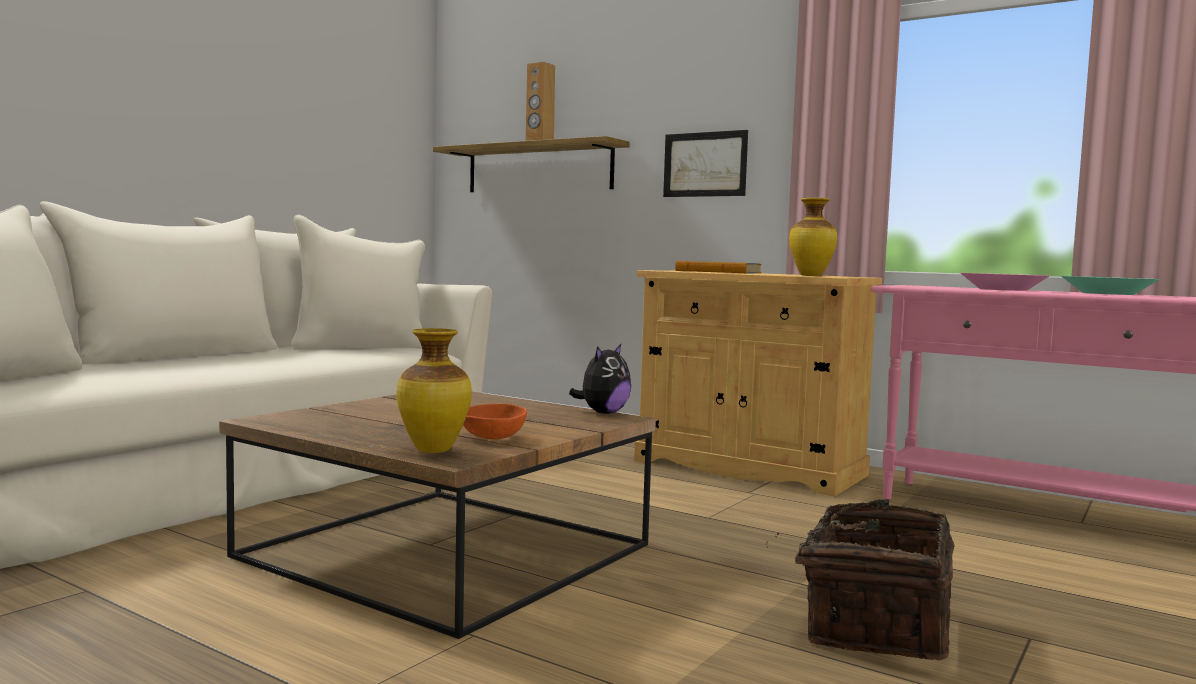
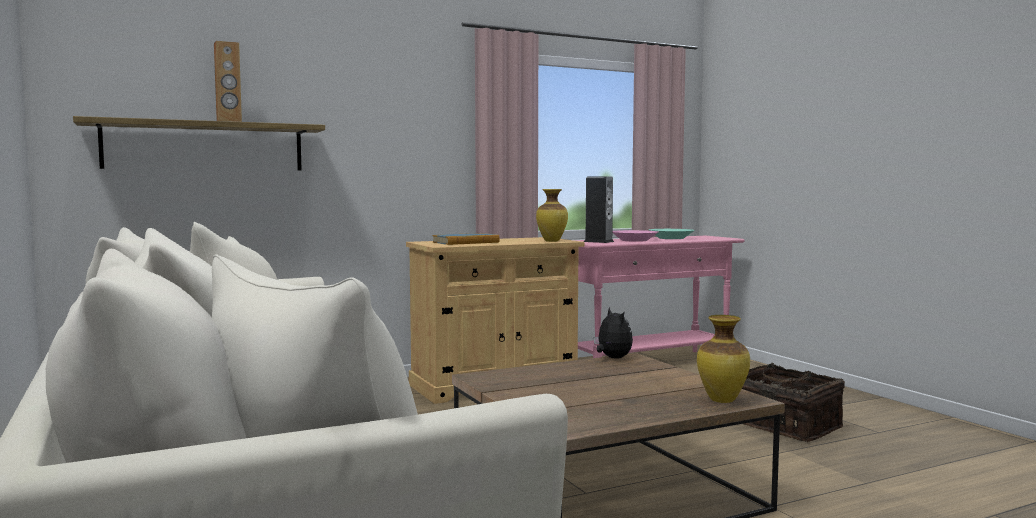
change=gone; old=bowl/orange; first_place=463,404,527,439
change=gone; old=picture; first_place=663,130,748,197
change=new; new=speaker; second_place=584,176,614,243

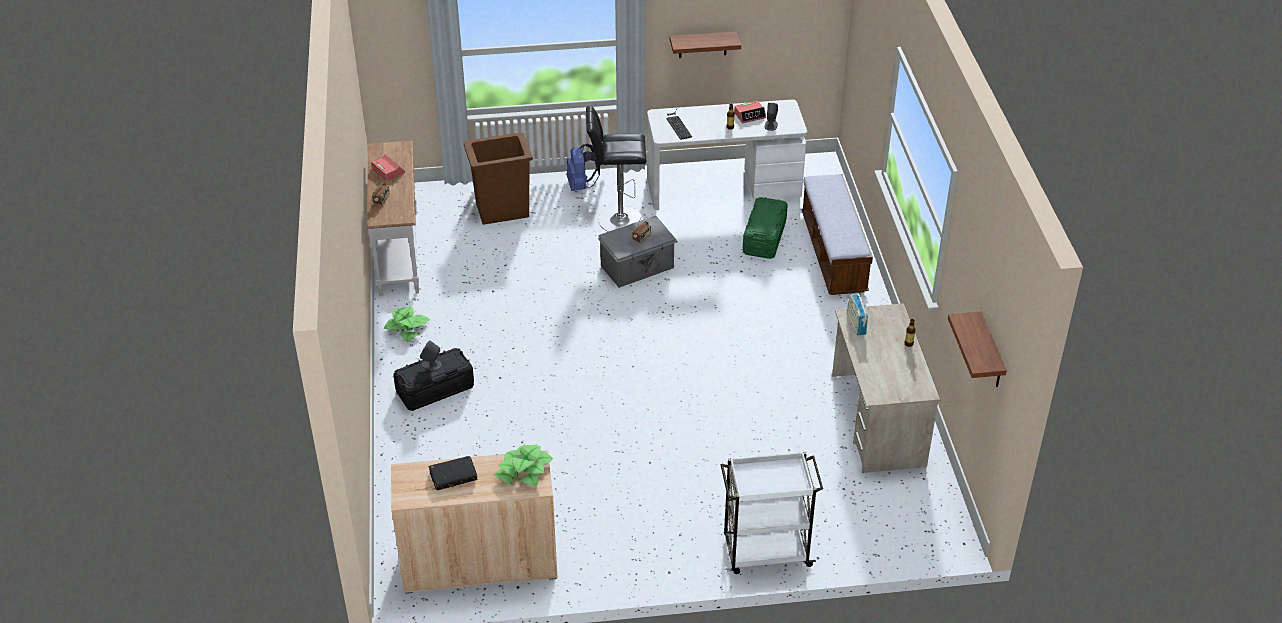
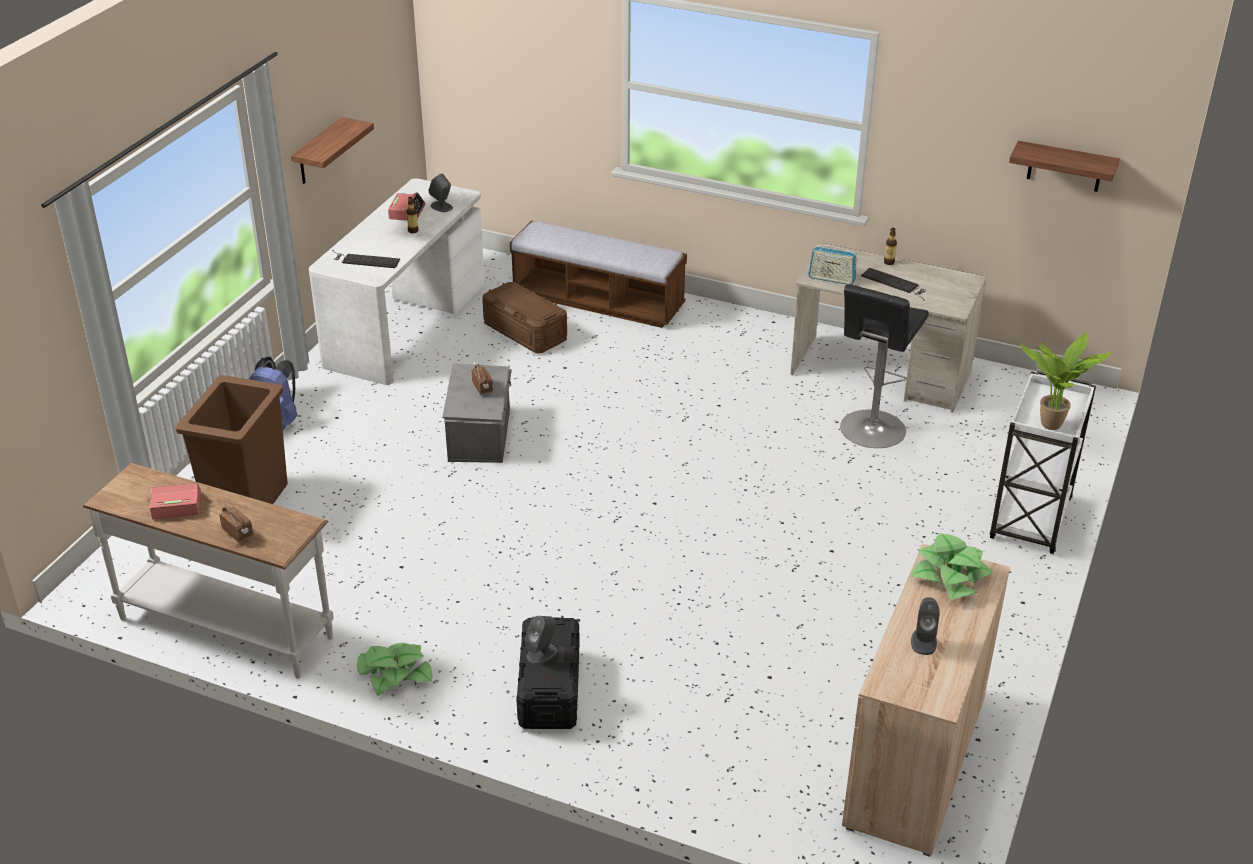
change=new; new=keyboard; second_place=861,268,926,301
change=new; new=potted plant; second_place=1020,332,1111,430
change=shifted; old=stool/black; first_place=586,105,646,232; second_place=840,284,929,448
change=swapped; old=book/black; new=speaker/grey; first_place=429,456,478,490; second_place=911,597,940,655
change=repainted; old=storage box/green; new=storage box/brown; first_place=743,197,788,259; second_place=482,282,567,354

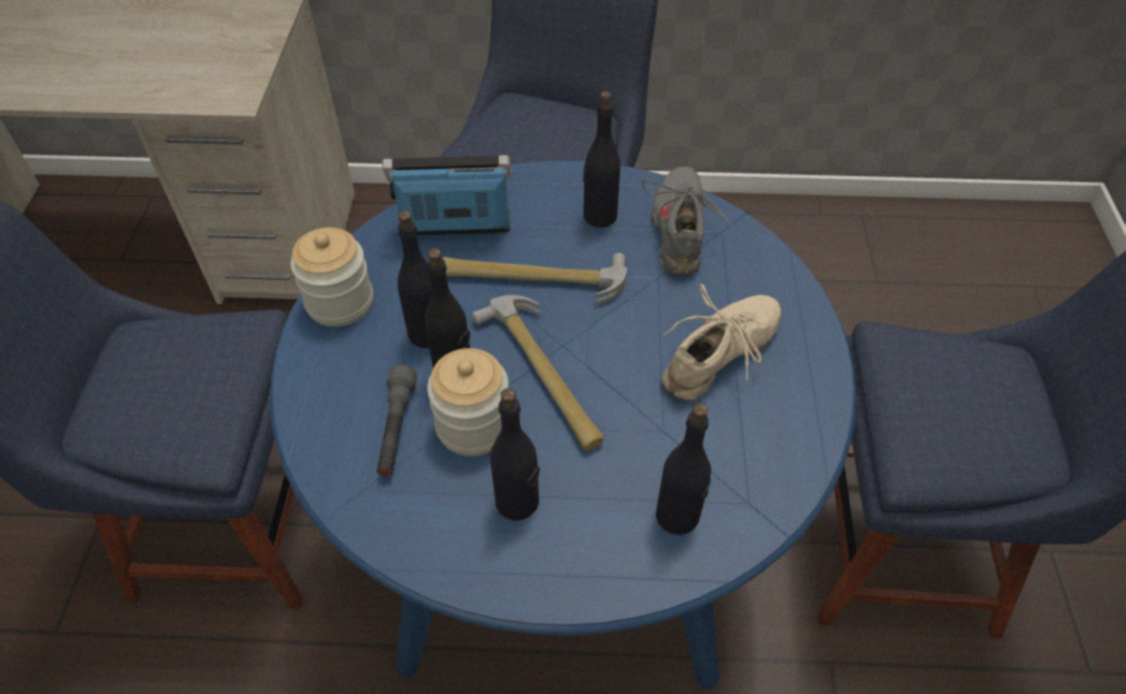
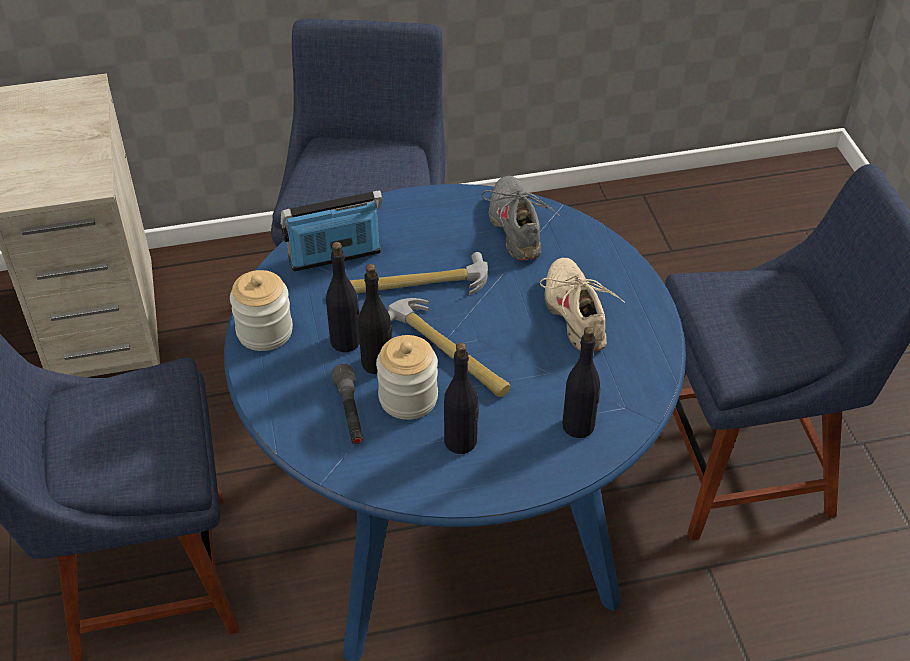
change=gone; old=bottle/black; first_place=583,91,621,228
change=rotated; old=shoe/beige; first_place=662,284,782,401; second_place=539,257,625,351; degrees=-45

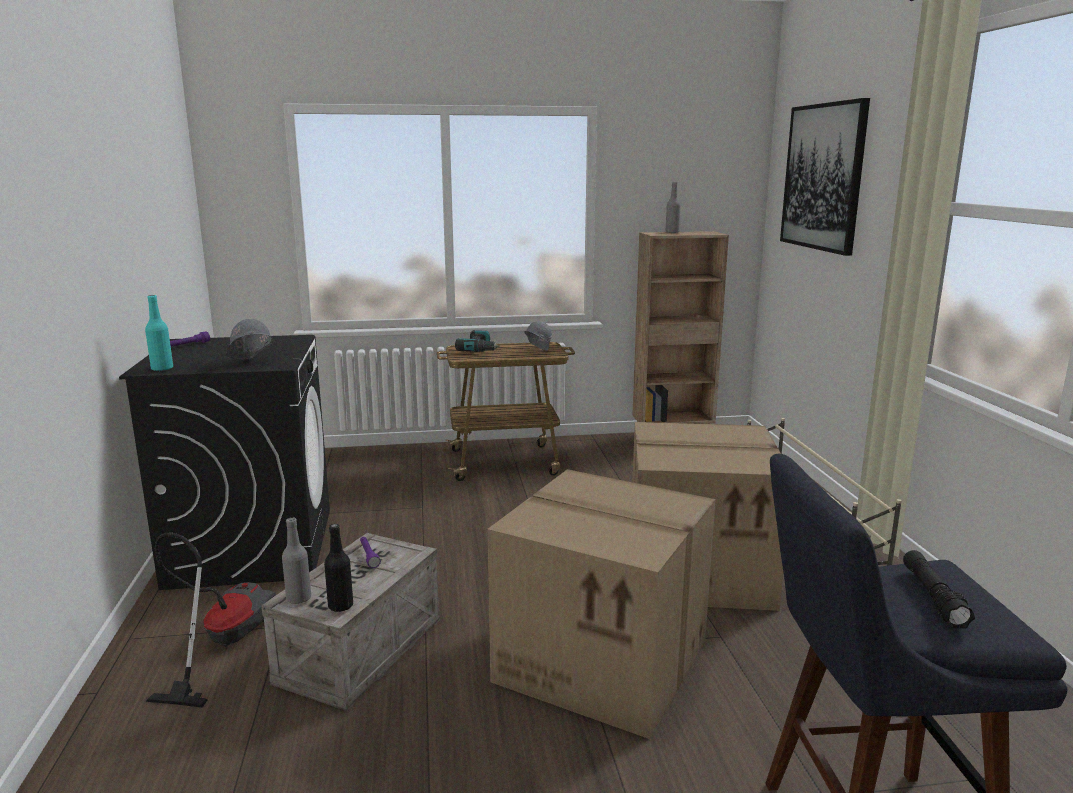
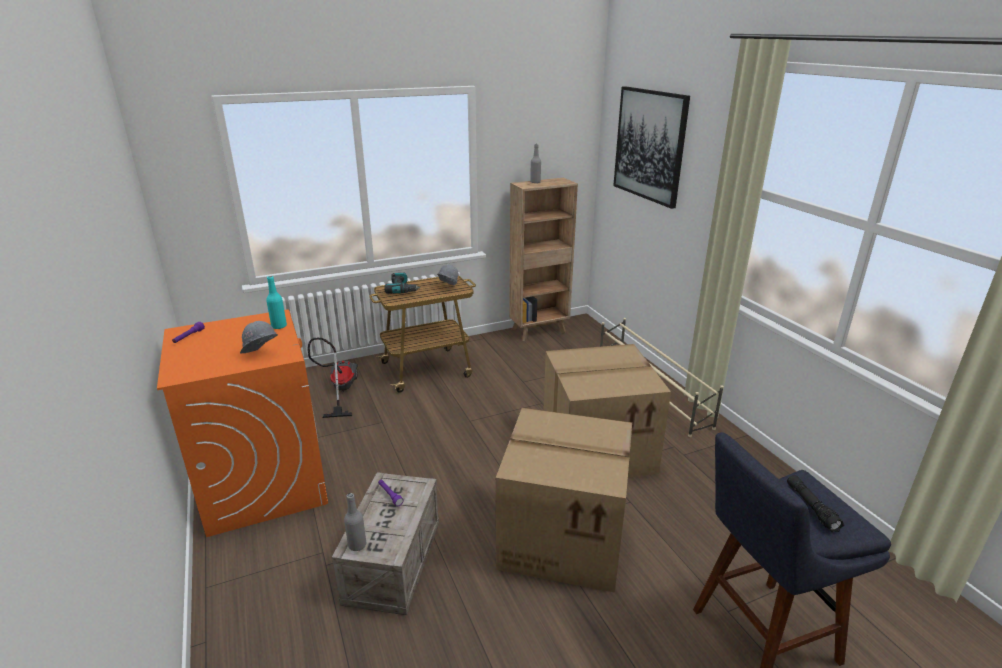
change=gone; old=bottle/black; first_place=324,524,353,612
change=shifted; old=bottle/turquoise; first_place=145,295,173,371; second_place=266,276,287,329
change=shifted; old=vacuum cleaner; first_place=146,533,277,708; second_place=308,338,358,418
change=repainted; old=washing machine/black; new=washing machine/orange; first_place=119,335,330,590; second_place=157,310,328,537

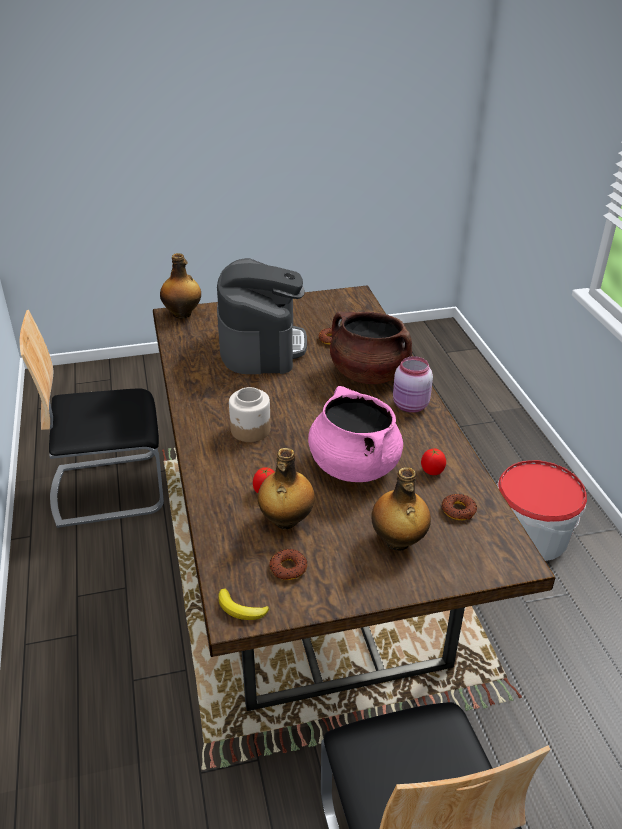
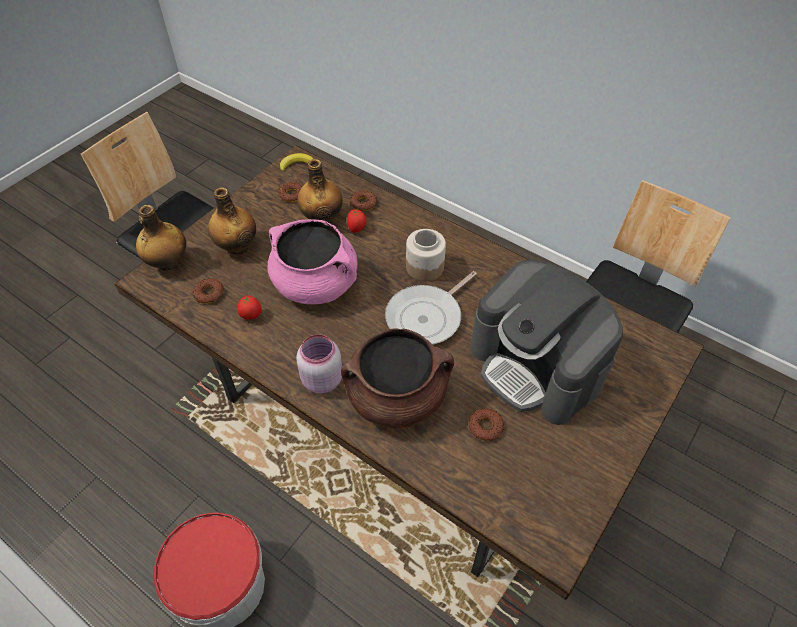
change=new; new=donut; second_place=350,190,377,211
change=new; new=frying pan; second_place=385,271,477,345
change=shifted; old=bottle; first_place=160,253,201,319; second_place=136,205,186,270

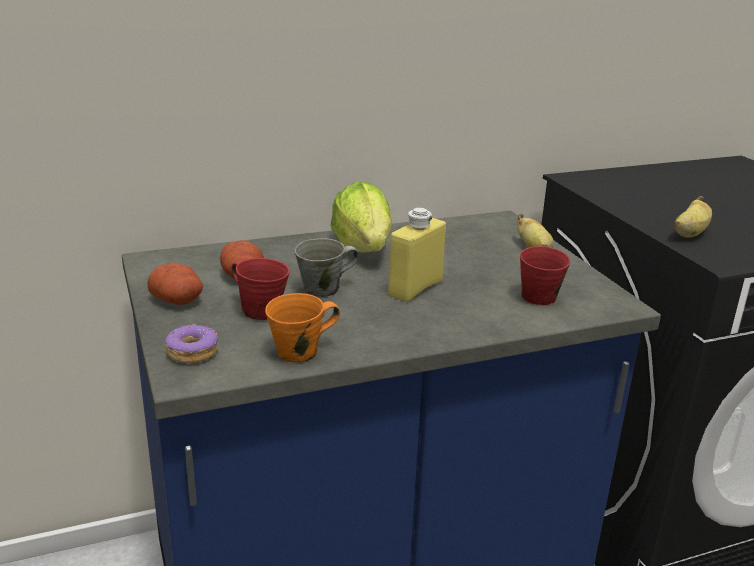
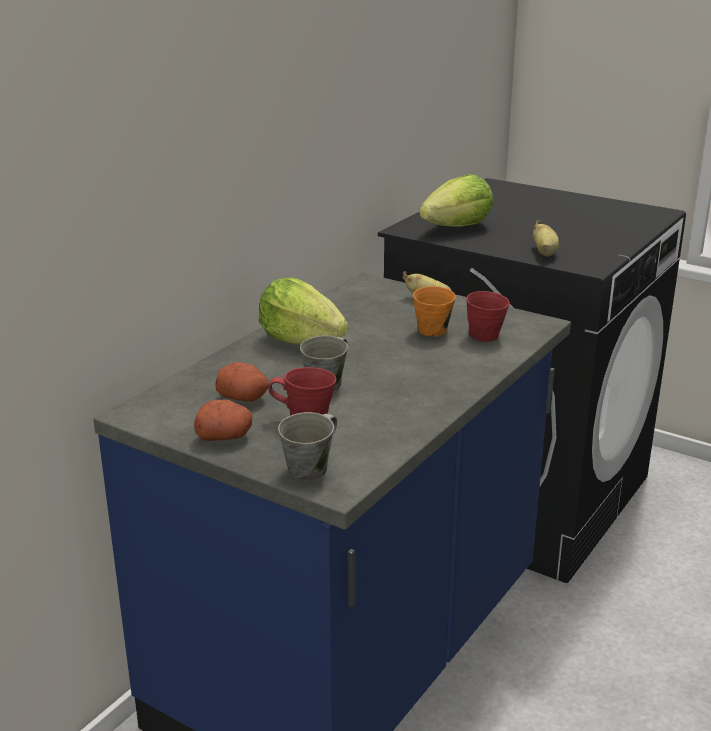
change=gone; old=bottle/yellow; first_place=388,208,446,302
change=new; new=lettuce; second_place=419,174,493,227
change=shifted; old=mug/orange; first_place=265,293,340,362; second_place=413,286,456,337
change=swapped; old=donut; new=mug/grey; first_place=165,324,218,364; second_place=278,412,337,480

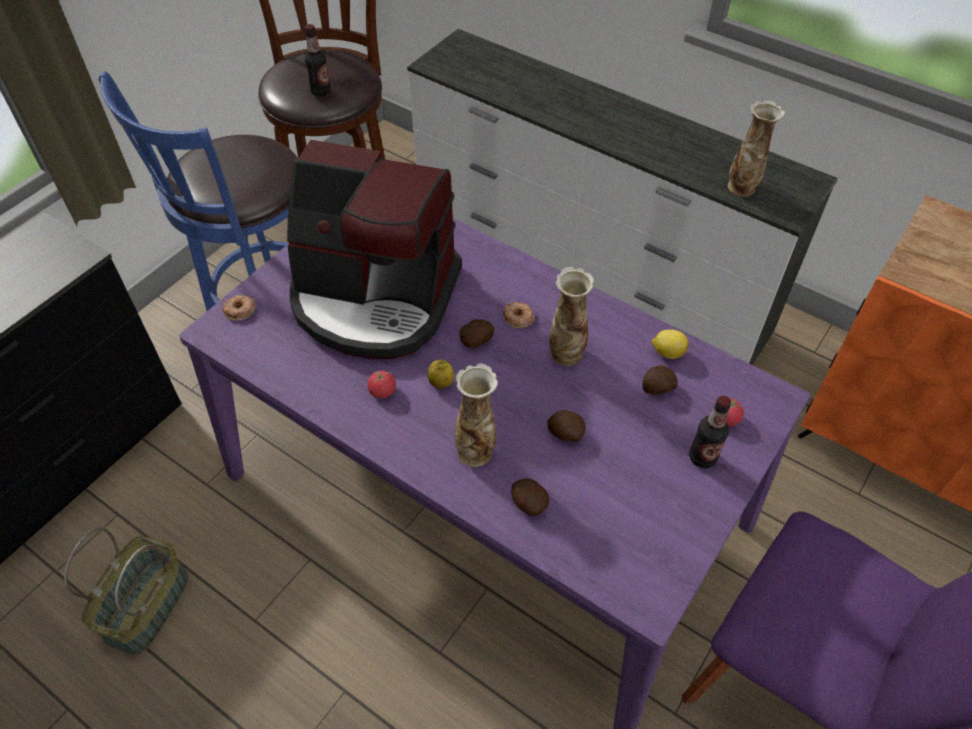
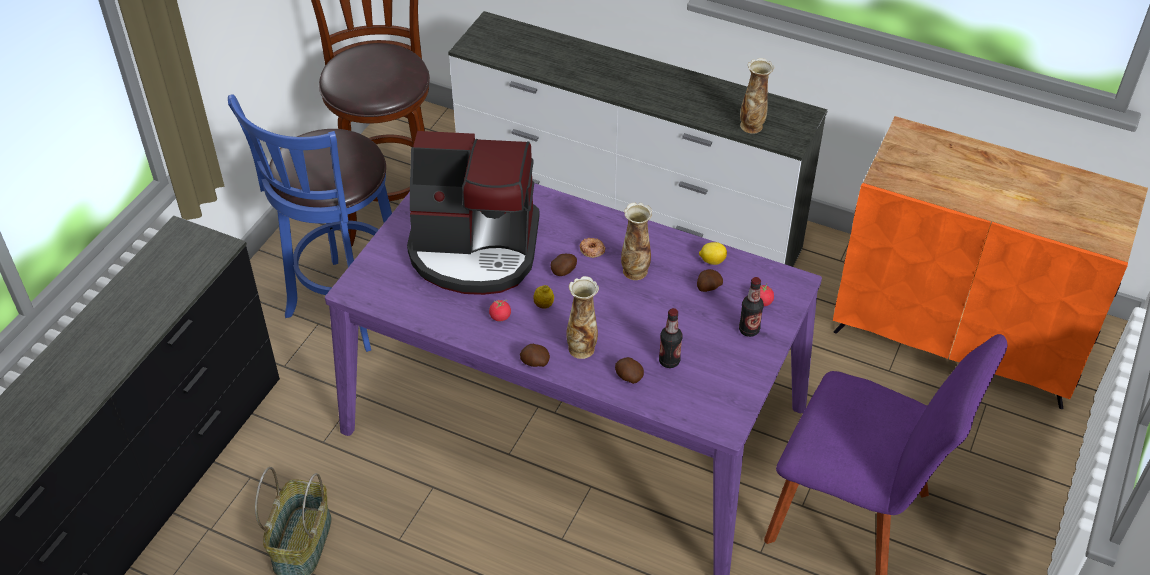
change=gone; old=donut; first_place=223,295,256,320
change=shifted; old=bottle; first_place=305,24,331,96; second_place=659,308,682,368
change=shifted; old=potato; first_place=547,410,586,442; second_place=520,344,550,367

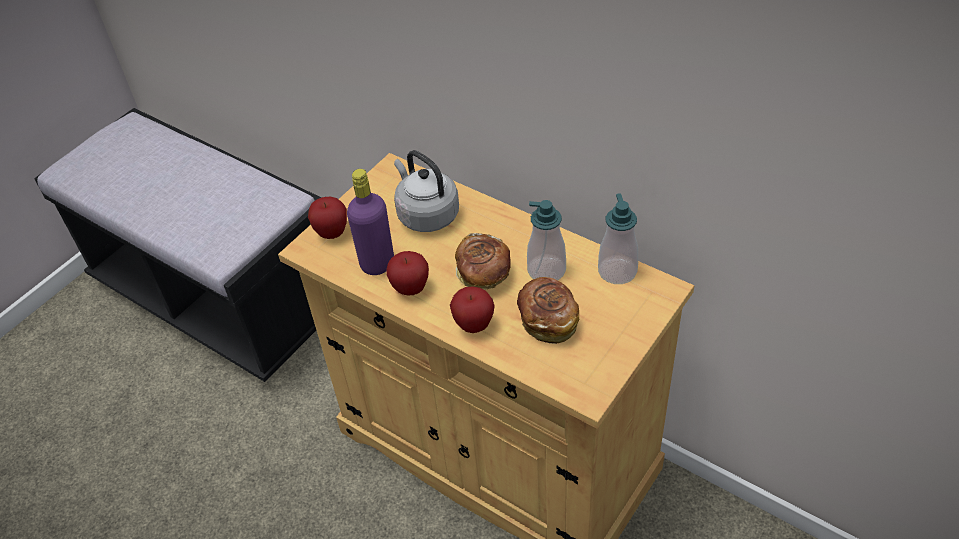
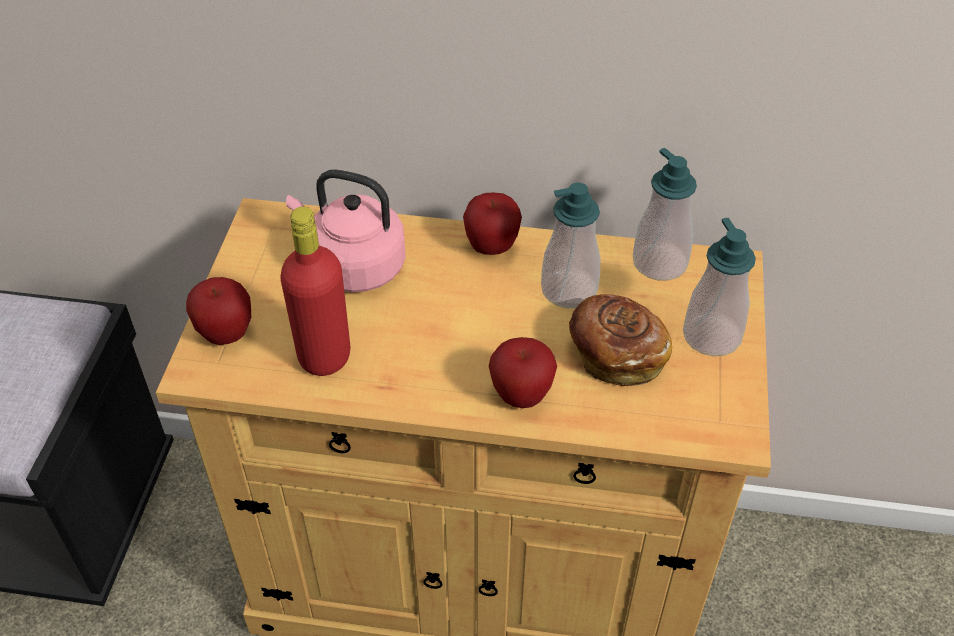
change=gone; old=bread; first_place=455,233,511,290
change=new; new=soap dispenser; second_place=683,218,756,356
change=shifted; old=apple; first_place=387,251,429,296; second_place=463,193,522,255
change=repainted; old=bottle/purple; new=bottle/red; first_place=347,169,394,275; second_place=281,206,351,376
change=repainted; old=kettle/grey; new=kettle/pink; first_place=394,150,459,232; second_place=286,169,406,292

